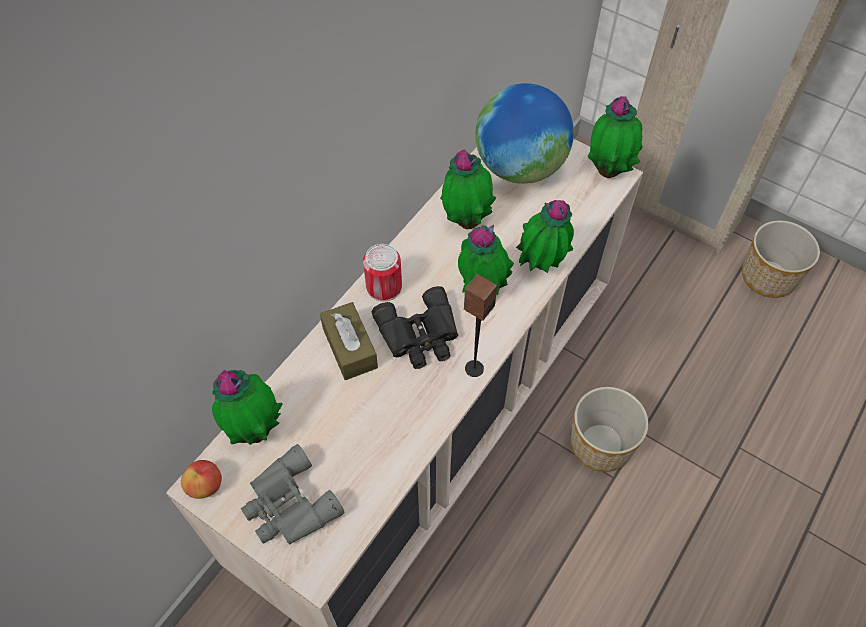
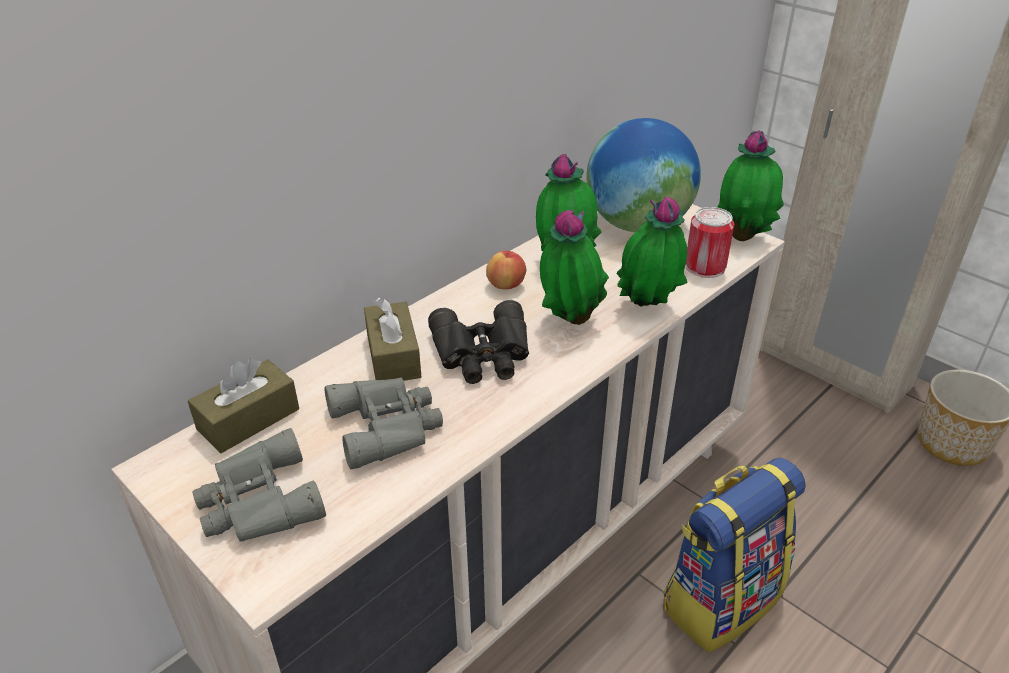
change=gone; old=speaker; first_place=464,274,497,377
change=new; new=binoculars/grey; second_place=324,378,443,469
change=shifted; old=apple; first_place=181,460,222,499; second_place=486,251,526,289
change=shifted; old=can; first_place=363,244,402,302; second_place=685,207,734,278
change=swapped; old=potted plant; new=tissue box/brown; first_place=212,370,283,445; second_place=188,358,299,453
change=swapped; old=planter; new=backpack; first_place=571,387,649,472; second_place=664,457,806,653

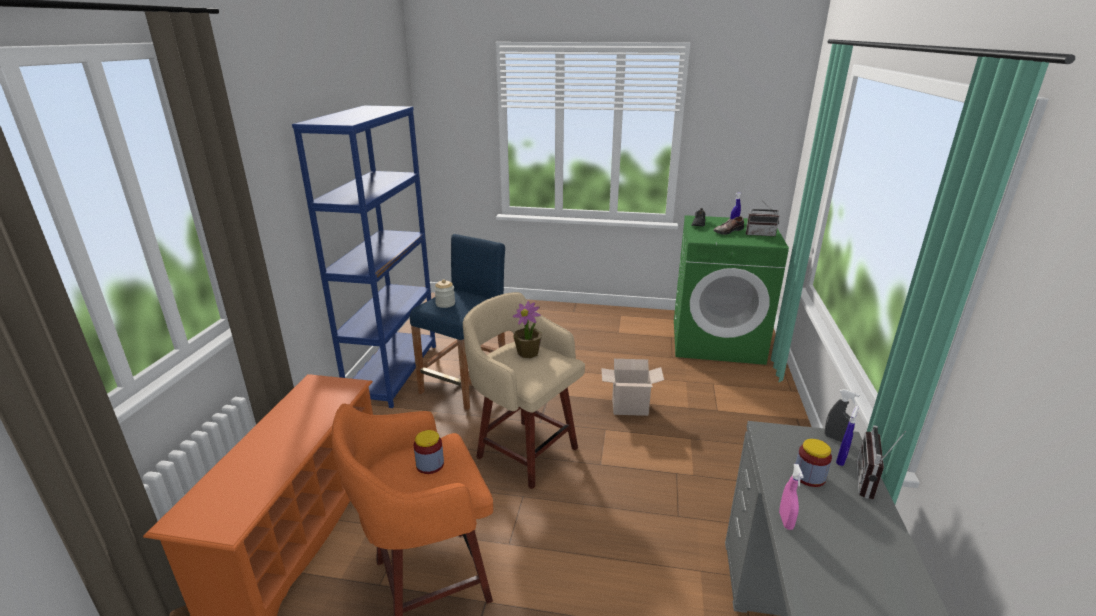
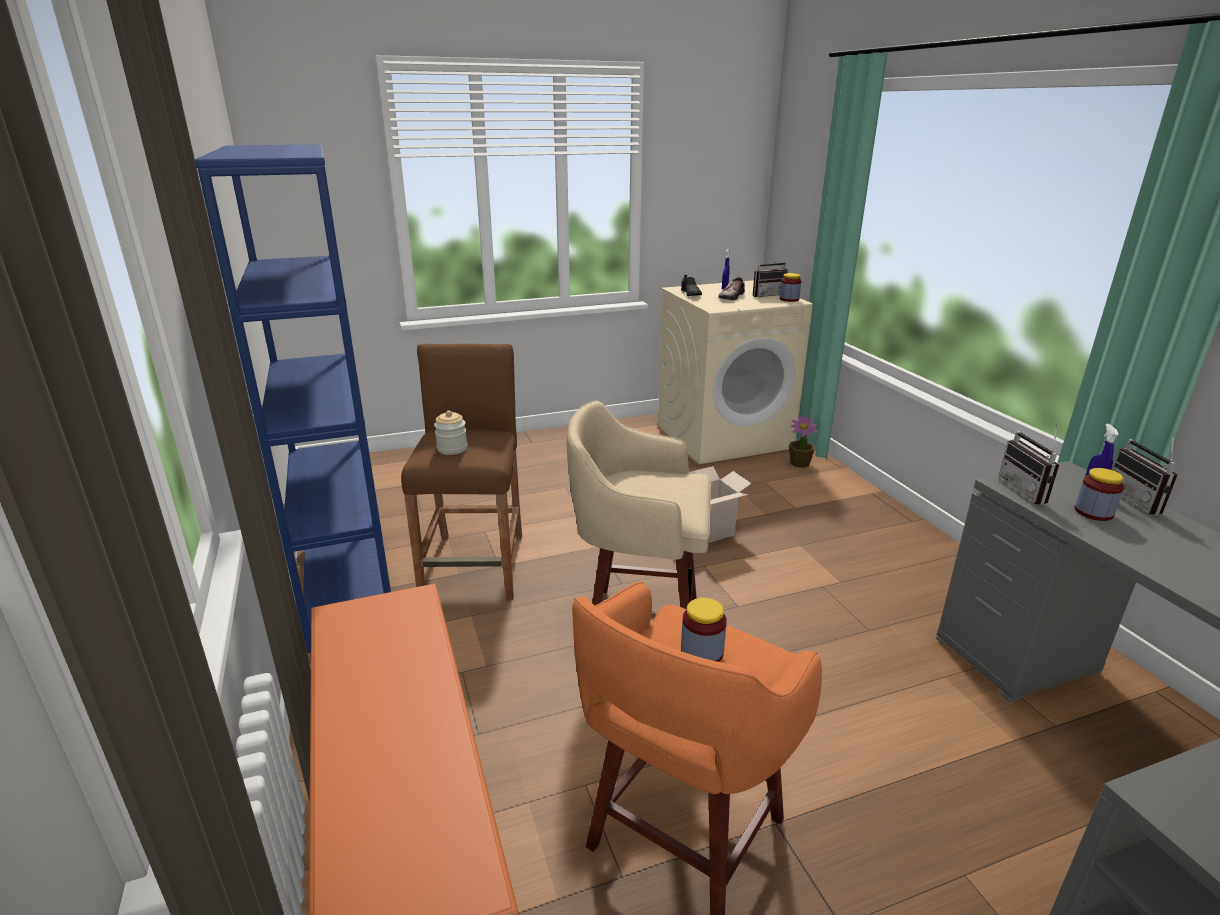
change=gone; old=spray bottle/pink; first_place=779,464,804,530
change=gone; old=spray bottle/grey; first_place=825,389,860,442
change=new; new=jar; second_place=780,273,801,302
change=new; new=radio; second_place=998,425,1059,505
change=shifted; old=potted plant; first_place=513,301,542,358; second_place=789,416,818,468
change=repainted; old=stool/blue; new=stool/brown; first_place=410,234,505,411; second_place=401,344,522,601
change=repainted; old=washing machine/green; new=washing machine/beige; first_place=674,215,789,365; second_place=658,280,813,464

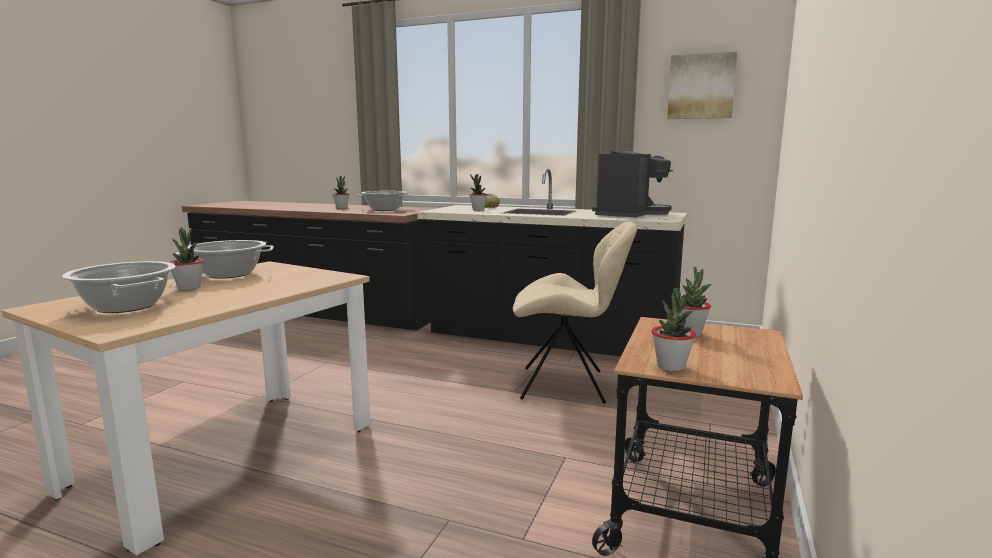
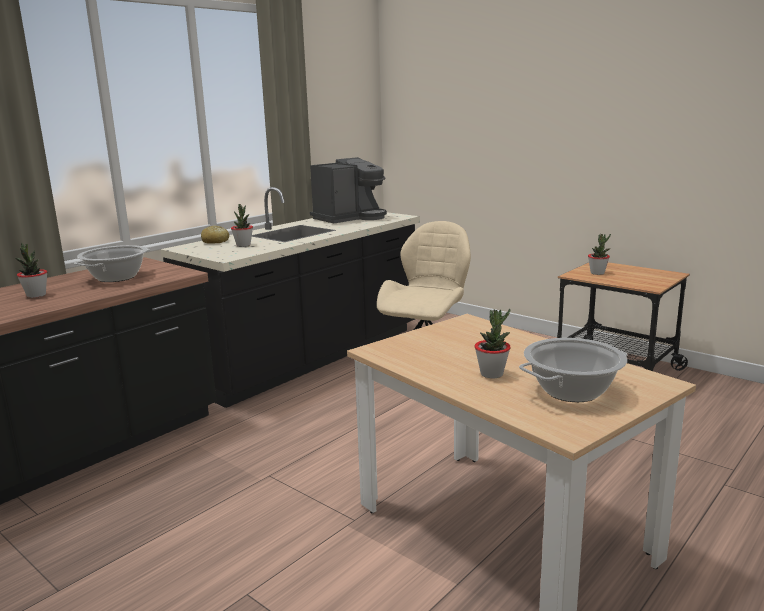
change=gone; old=cooking pot; first_place=176,240,274,279
change=gone; old=potted plant; first_place=652,288,696,371
change=gone; old=picture; first_place=667,52,737,119
change=rotated; old=coffee machine; first_place=592,151,673,217; second_place=310,157,387,223; degrees=90

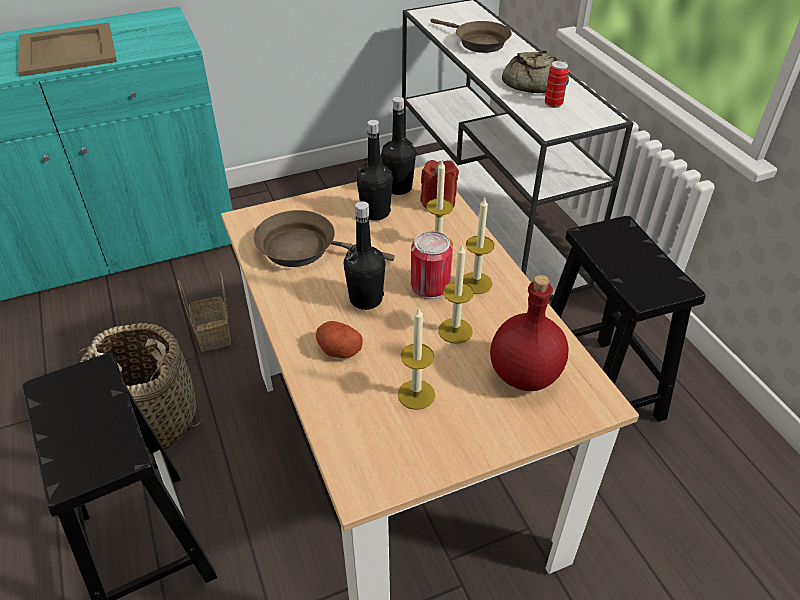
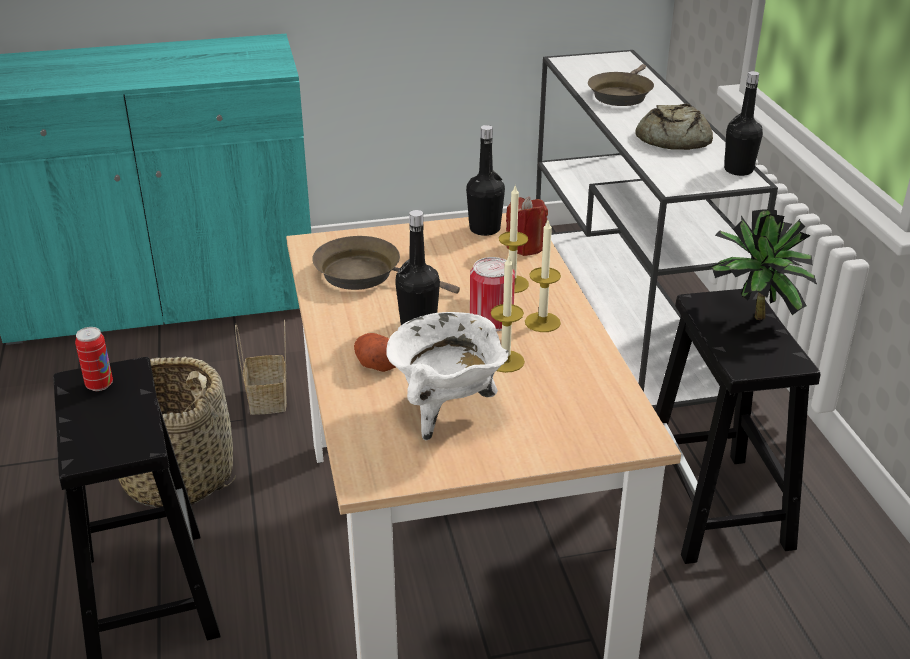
change=gone; old=tray/beige; first_place=18,22,117,77
change=gone; old=bottle/red; first_place=490,275,569,391
change=new; new=potted plant; second_place=709,209,817,320
change=shifted; old=bottle/black; first_place=357,120,393,221; second_place=724,71,763,176
change=shifted; old=can; first_place=545,61,569,108; second_place=75,327,113,391
change=swapped; old=candle; new=cooking pot/white; first_place=398,307,435,410; second_place=386,312,509,440
change=rotated; old=frying pan/brown; first_place=430,18,512,53; second_place=588,64,654,106; degrees=60

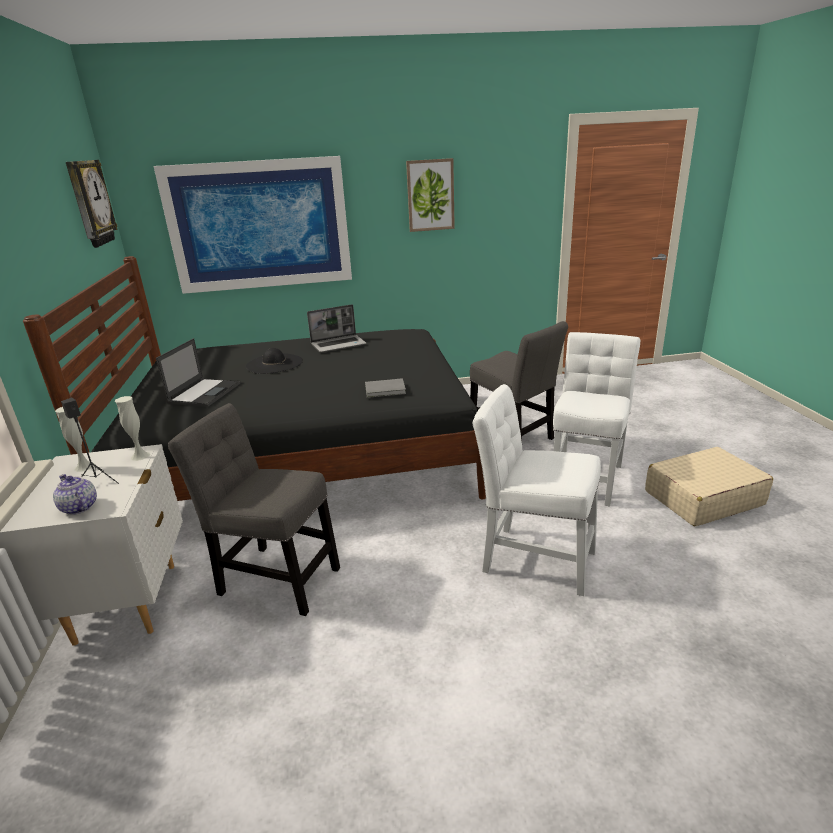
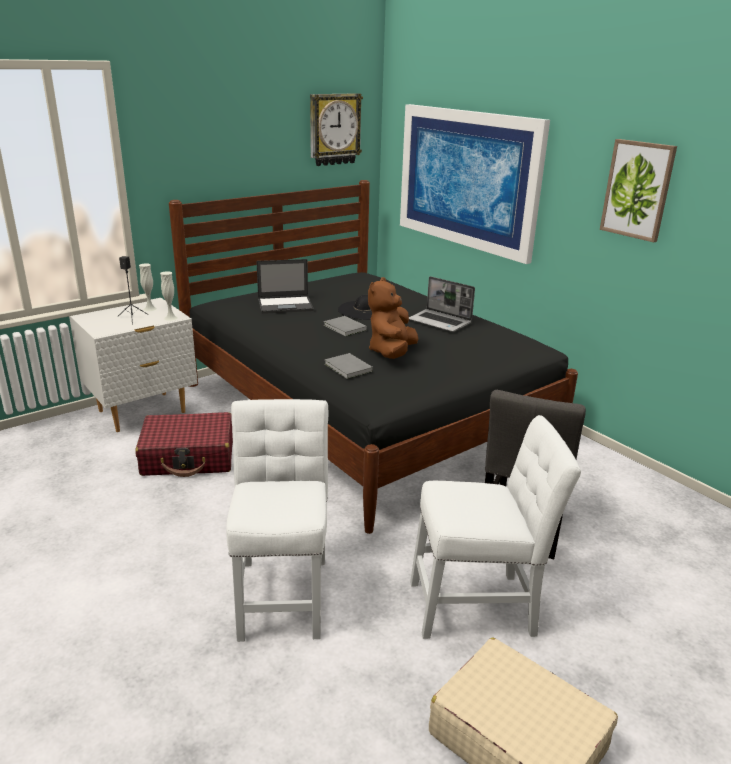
change=gone; old=teapot; first_place=53,474,97,515
change=new; new=book/grey; second_place=324,316,367,336
change=new; new=plush toy/brown; second_place=368,277,418,359
change=swapped; old=chair/grey; new=suitcase/red; first_place=168,403,340,616; second_place=135,412,233,477

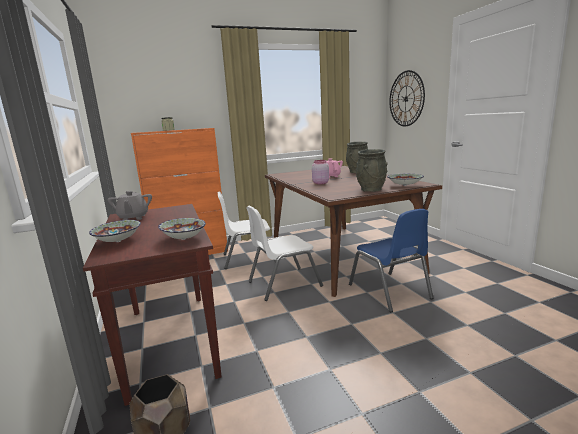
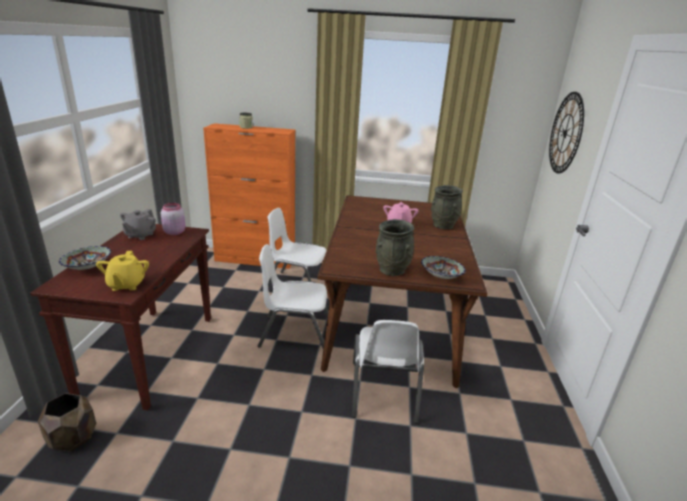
change=shifted; old=jar/pink; first_place=312,160,329,184; second_place=161,203,186,235
change=swapped; old=bowl; new=teapot/yellow; first_place=158,218,206,240; second_place=96,251,149,291
change=repainted; old=chair/blue; new=chair/white; first_place=349,209,434,312; second_place=352,320,424,424

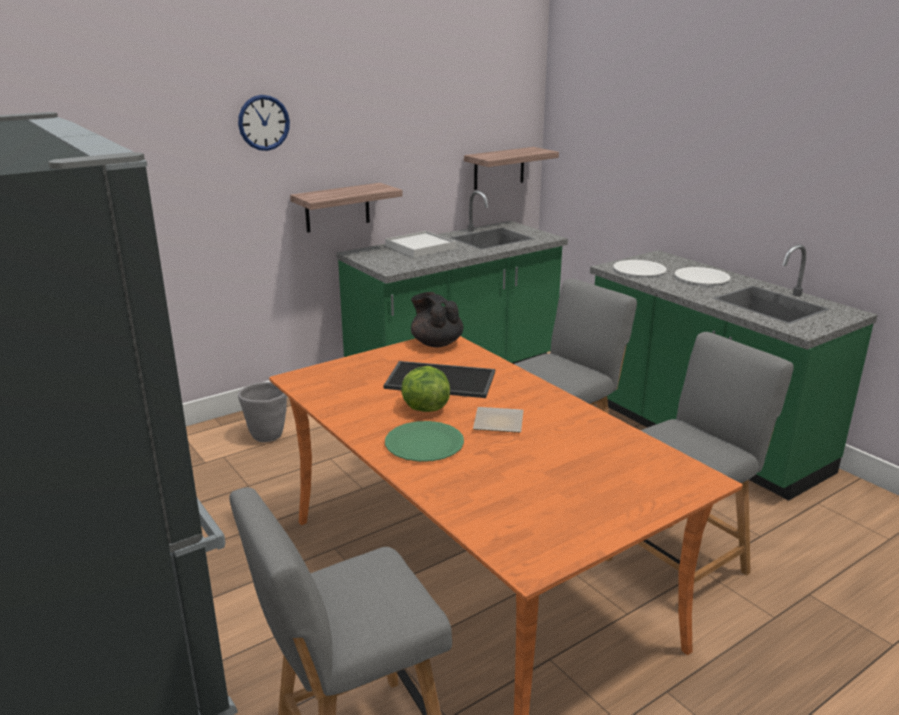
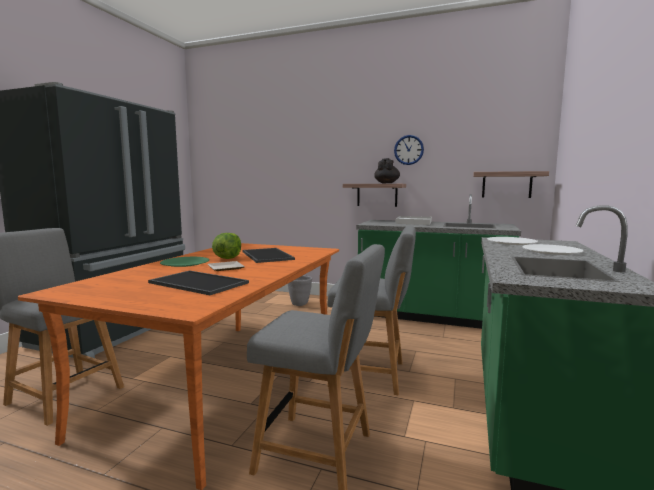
change=new; new=tray; second_place=148,270,249,295
change=shifted; old=wall clock; first_place=238,95,290,151; second_place=394,135,424,165
change=shifted; old=teapot/black; first_place=411,292,464,347; second_place=374,158,400,183

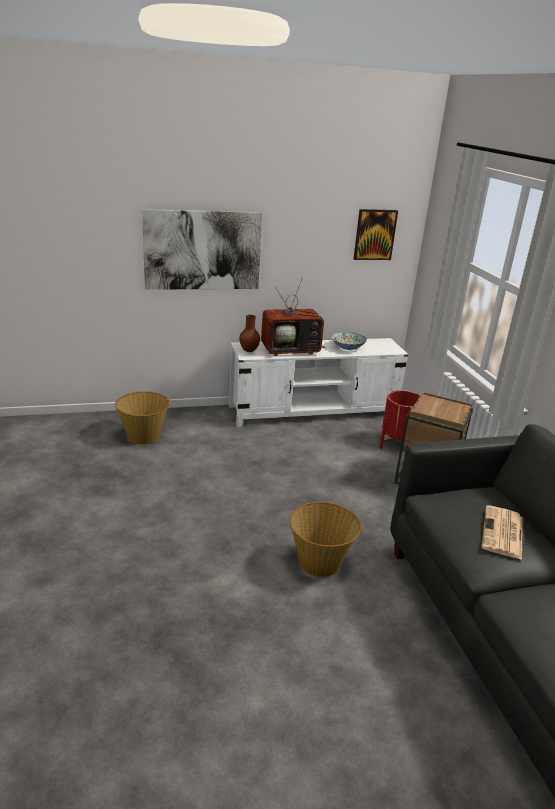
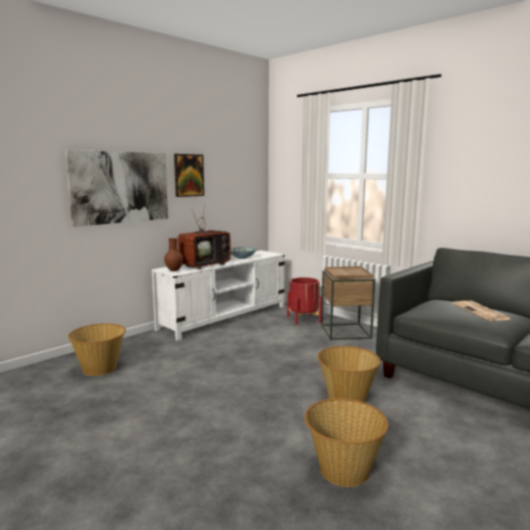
change=new; new=basket; second_place=304,398,389,487
change=shifted; old=picture; first_place=354,209,398,260; second_place=174,154,204,197

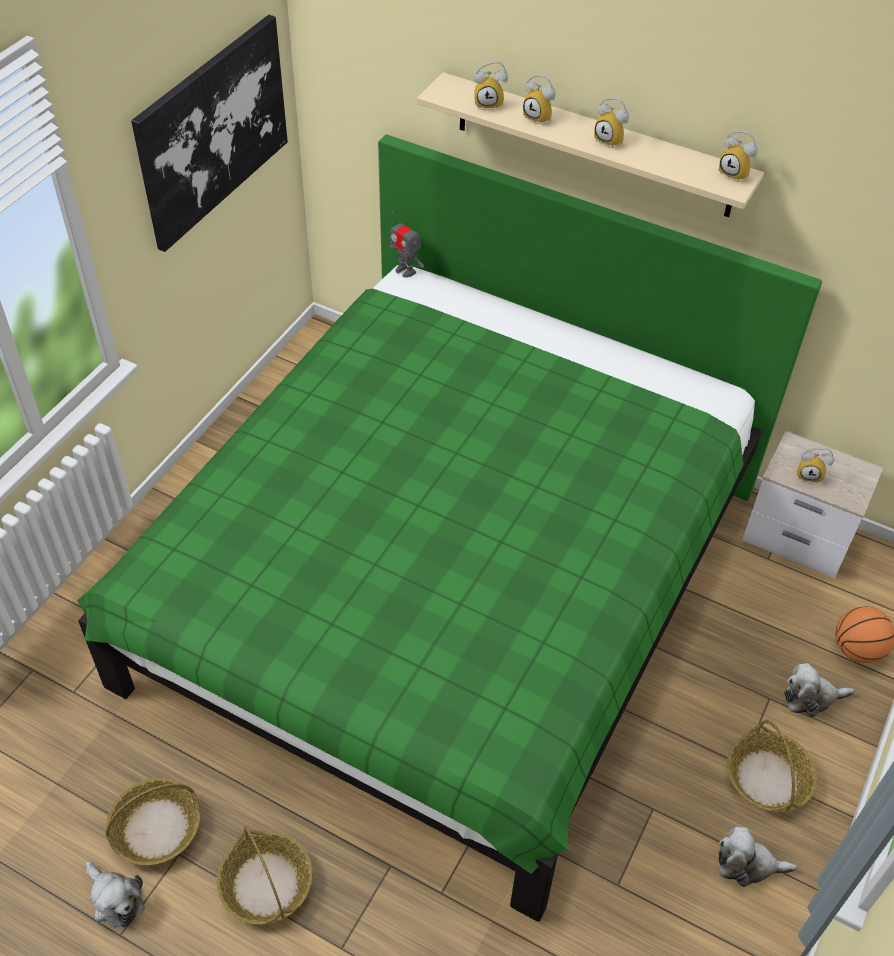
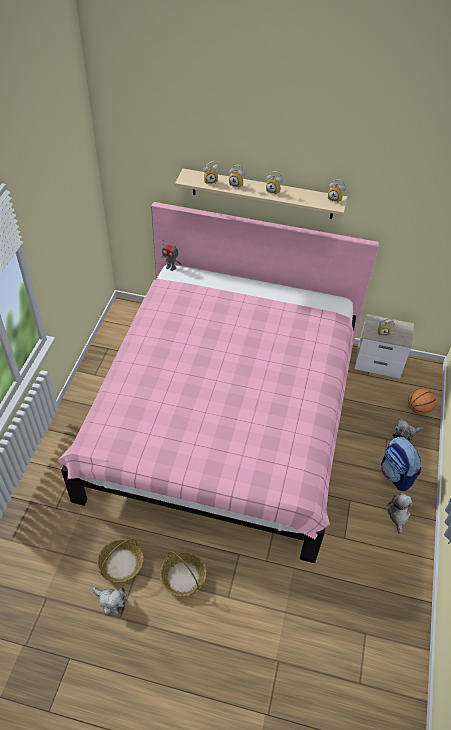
change=gone; old=picture; first_place=131,15,288,252
change=swapped; old=basket; new=backpack; first_place=727,720,817,812; second_place=381,437,421,491
change=repainted; old=bed/green; new=bed/pink; first_place=77,134,822,922; second_place=57,202,379,563
change=rotated; old=plush toy; first_place=719,827,797,887; second_place=387,493,412,534; degrees=105

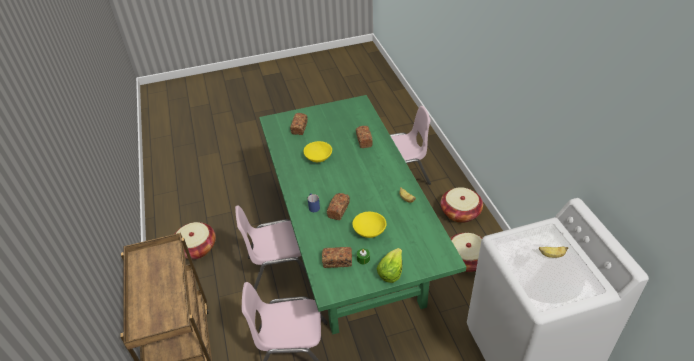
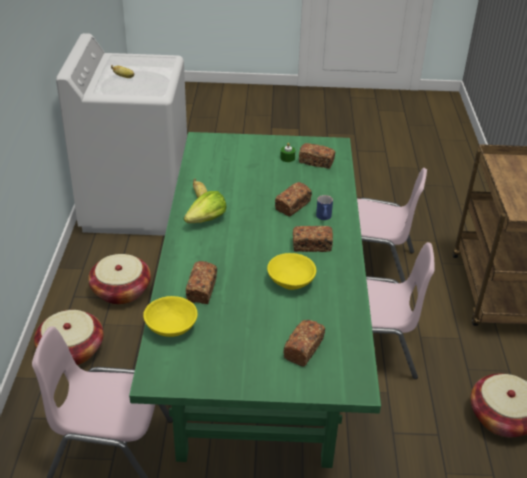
change=new; new=bread; second_place=293,226,333,252
change=shifted; old=bowl/yellow; first_place=352,212,387,238; second_place=143,296,198,337
change=shifted; old=lettuce; first_place=376,248,402,283; second_place=184,191,227,223

